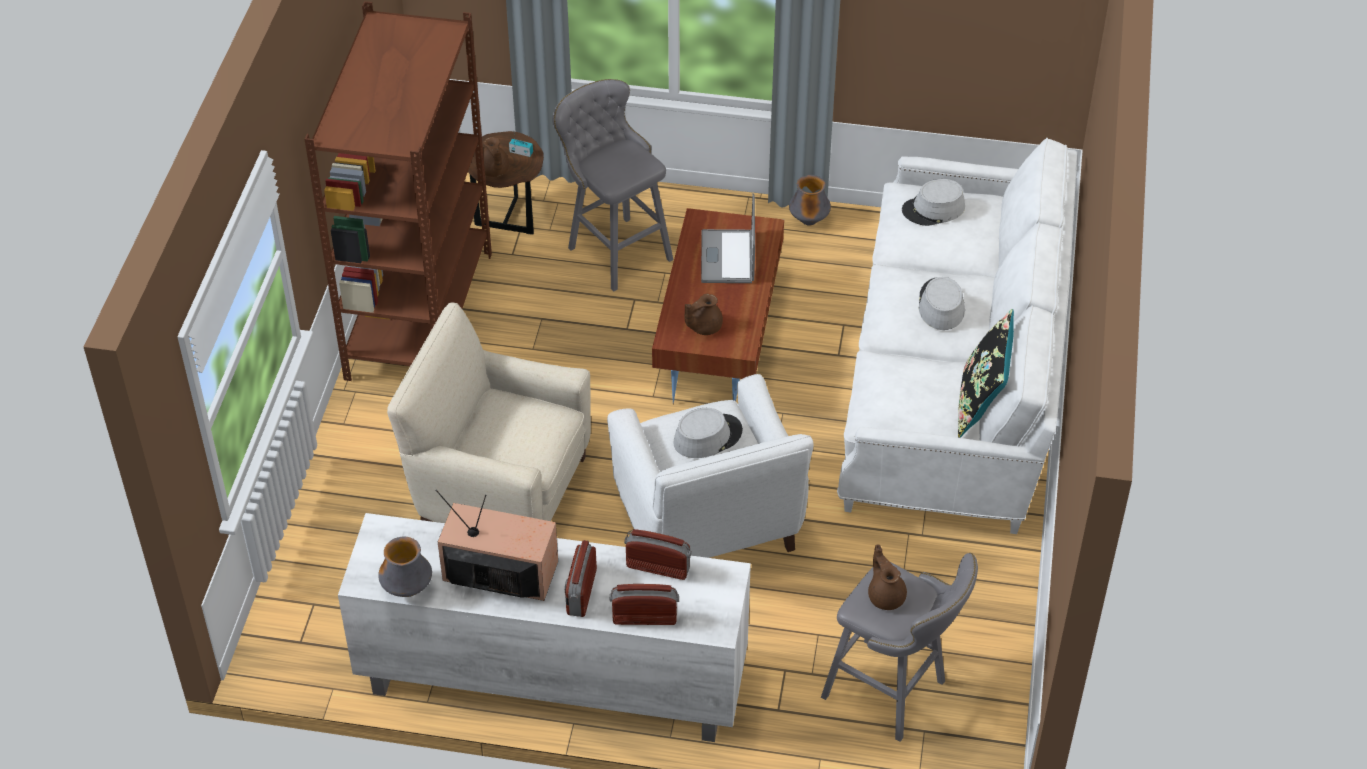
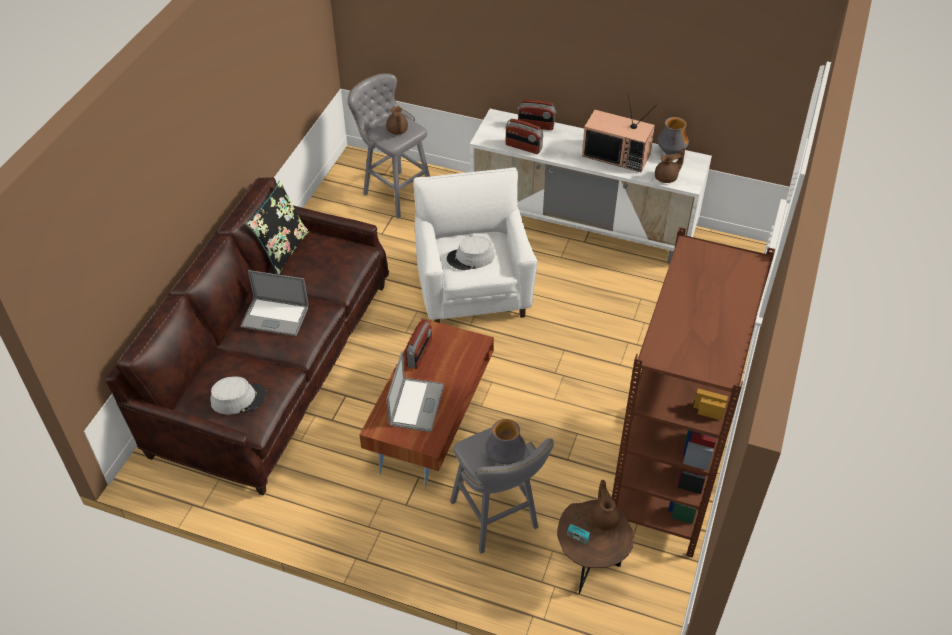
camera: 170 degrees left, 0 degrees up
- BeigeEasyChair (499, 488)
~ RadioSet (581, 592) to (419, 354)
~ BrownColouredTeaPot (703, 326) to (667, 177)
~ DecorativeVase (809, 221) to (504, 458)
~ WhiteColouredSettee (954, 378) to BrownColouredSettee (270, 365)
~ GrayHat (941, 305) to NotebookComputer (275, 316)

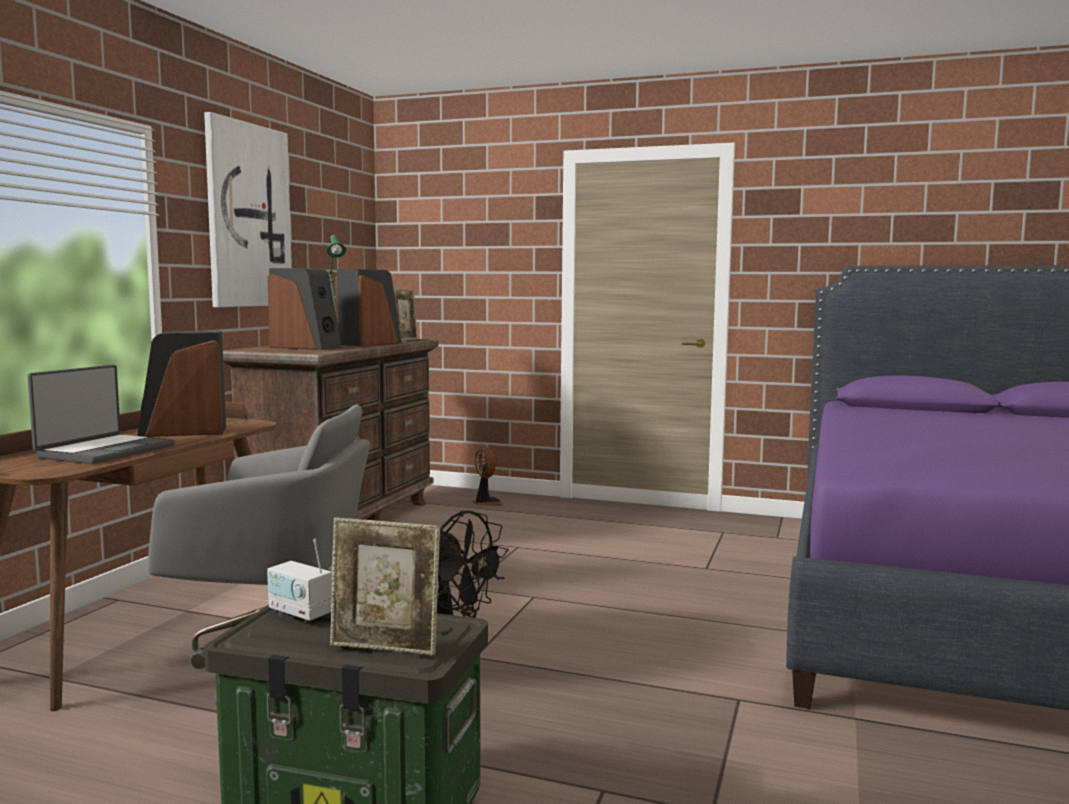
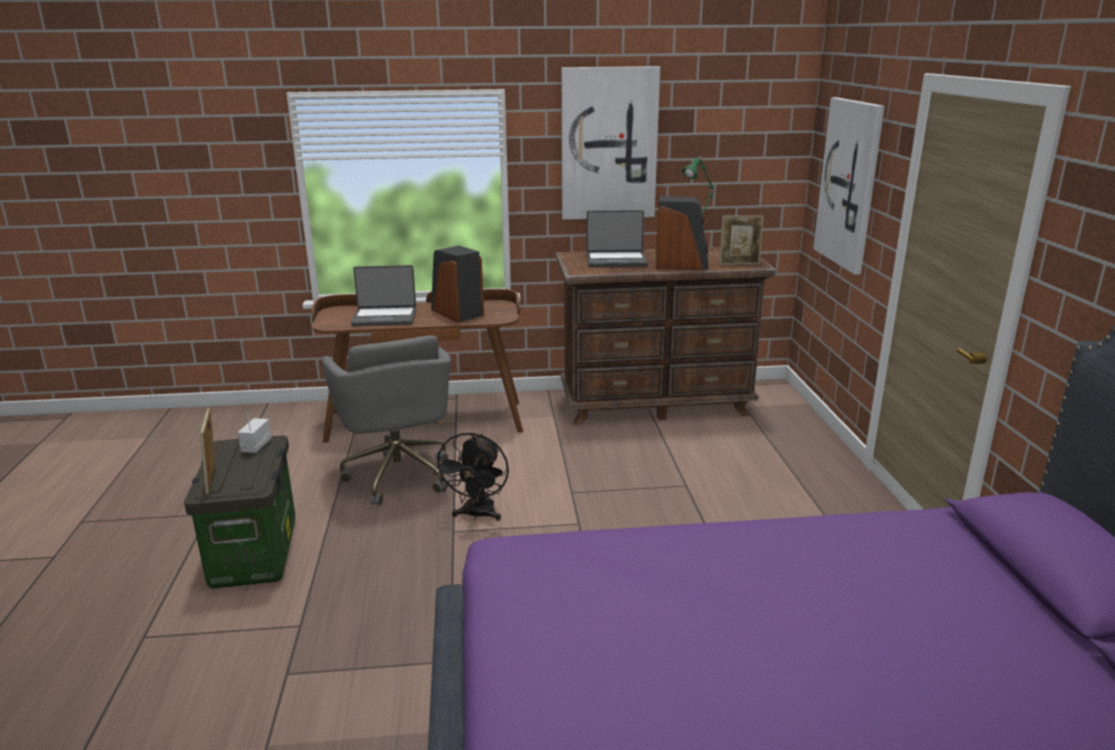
camera: 65 degrees right, 15 degrees up
~ AudioSpeaker (306, 347) to NotebookComputer (616, 260)
- CoolingFan (486, 503)
+ Picture (849, 184)

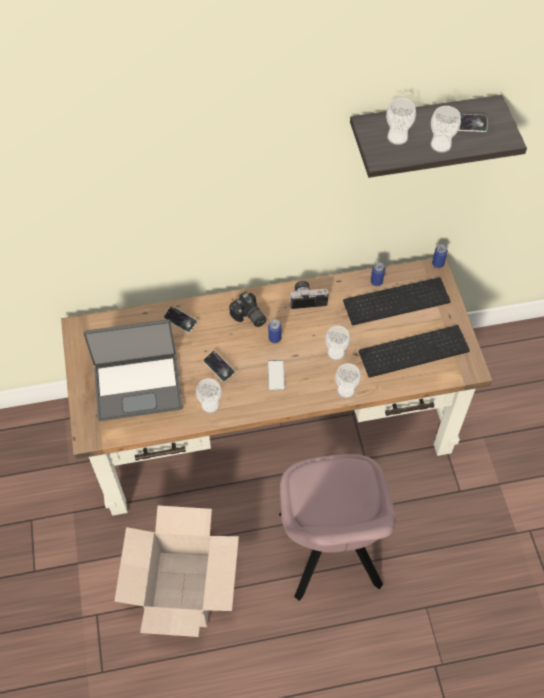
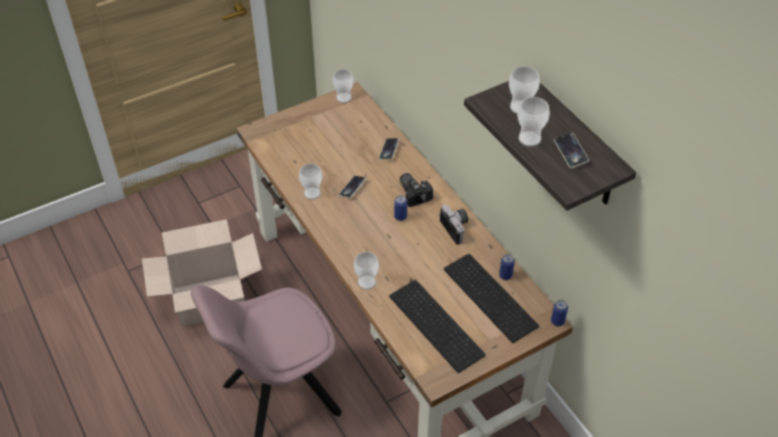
camera: 70 degrees right, 10 degrees down
- NotebookComputer (138, 386)
~ StillCamera (248, 317) = (415, 193) 120 degrees clockwise
- Telephone (276, 375)
~ DrinkingCup (336, 353) to (344, 98)

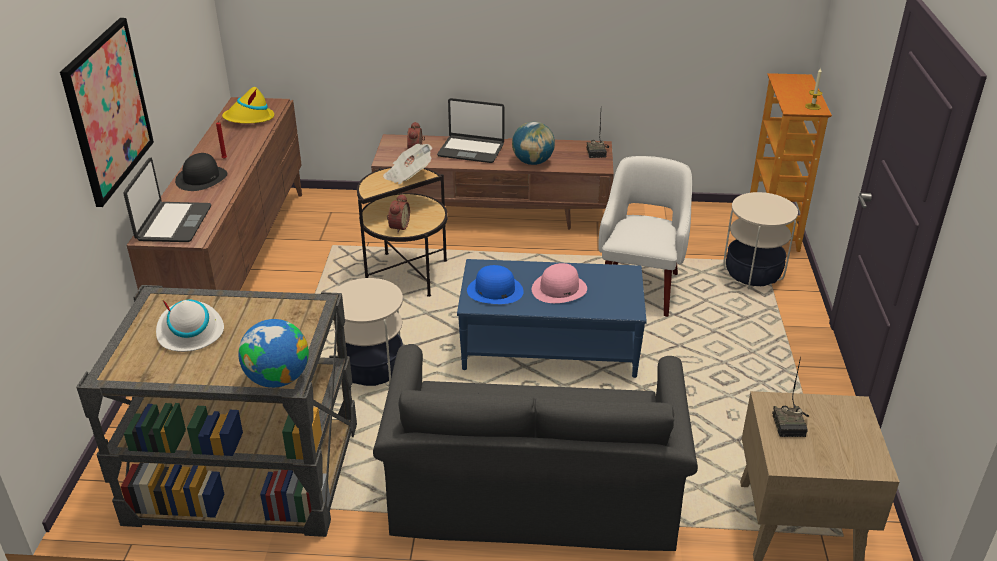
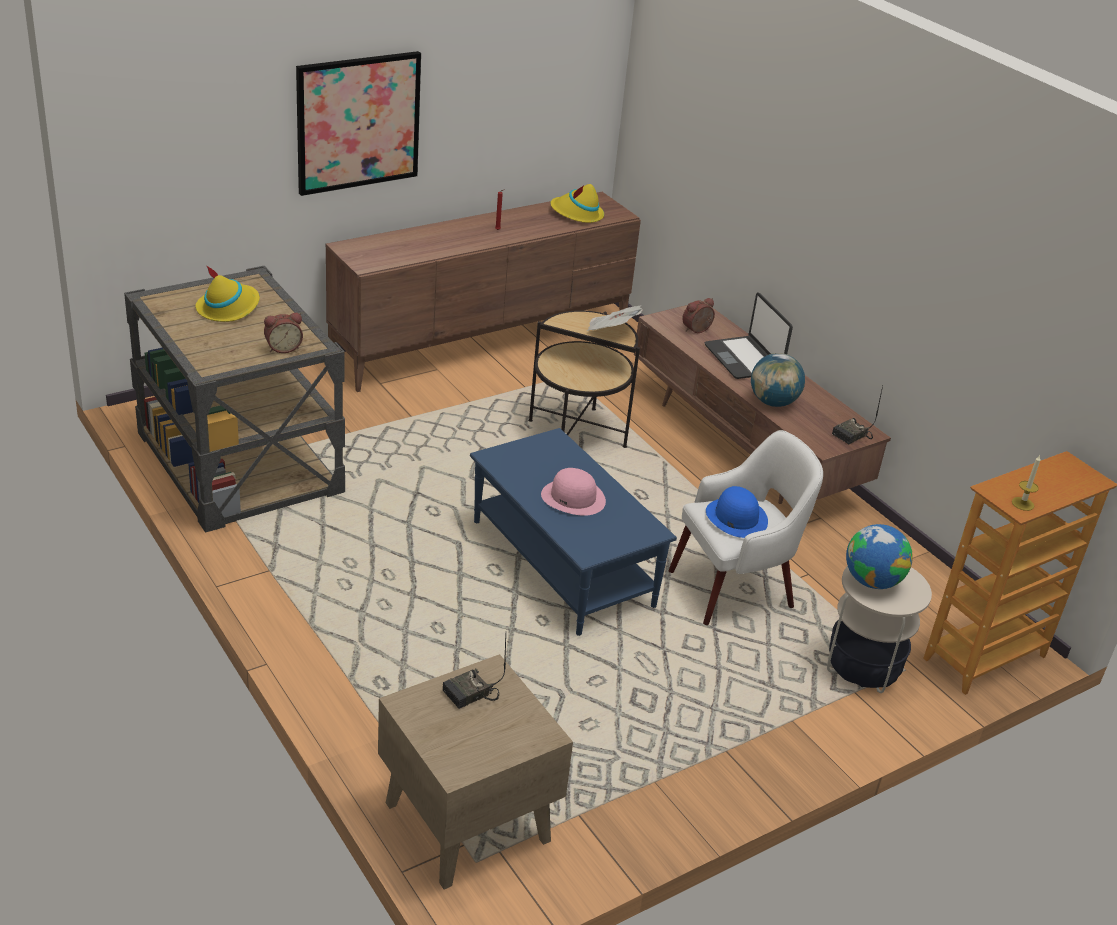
camera: 50 degrees right, 0 degrees up
- NotebookComputer (173, 223)
~ WhiteColouredHat (190, 331) to YellowishHat (228, 308)
- BlackHat (201, 178)
~ DeskGlobe (277, 379) to (872, 581)
- BeigeEndTable (372, 371)
- GraySettee (534, 491)
~ AlarmClock (398, 227) to (283, 348)
~ BlueHat (494, 290) to (736, 517)

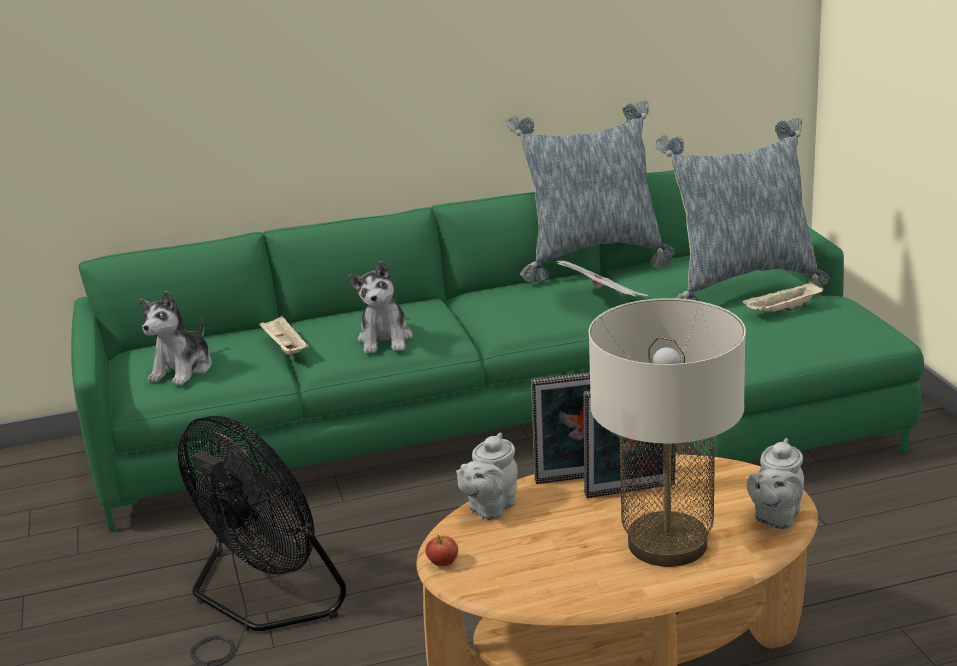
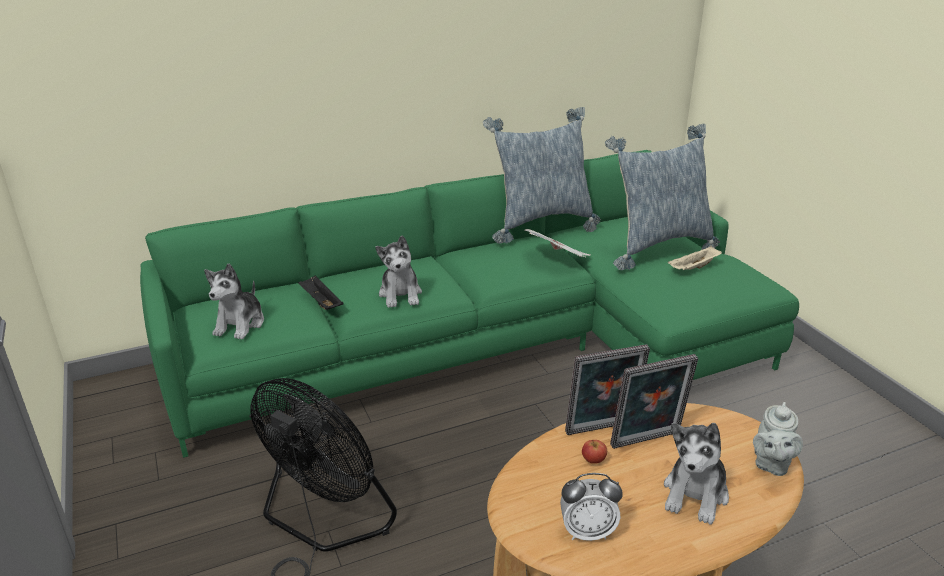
camera: 10 degrees left, 5 degrees up
~ BeigeCarryingTray (284, 348) to BlackCarryingTray (320, 302)
~ WholeApple (443, 563) to (593, 460)
- GrayTeaPot (490, 508)
~ TabletopLamp (667, 544) to SoftToy (695, 494)
+ AlarmClock (587, 532)

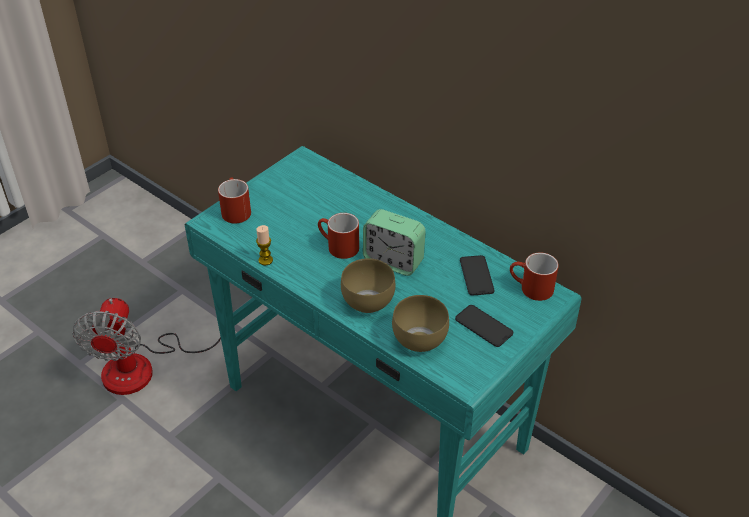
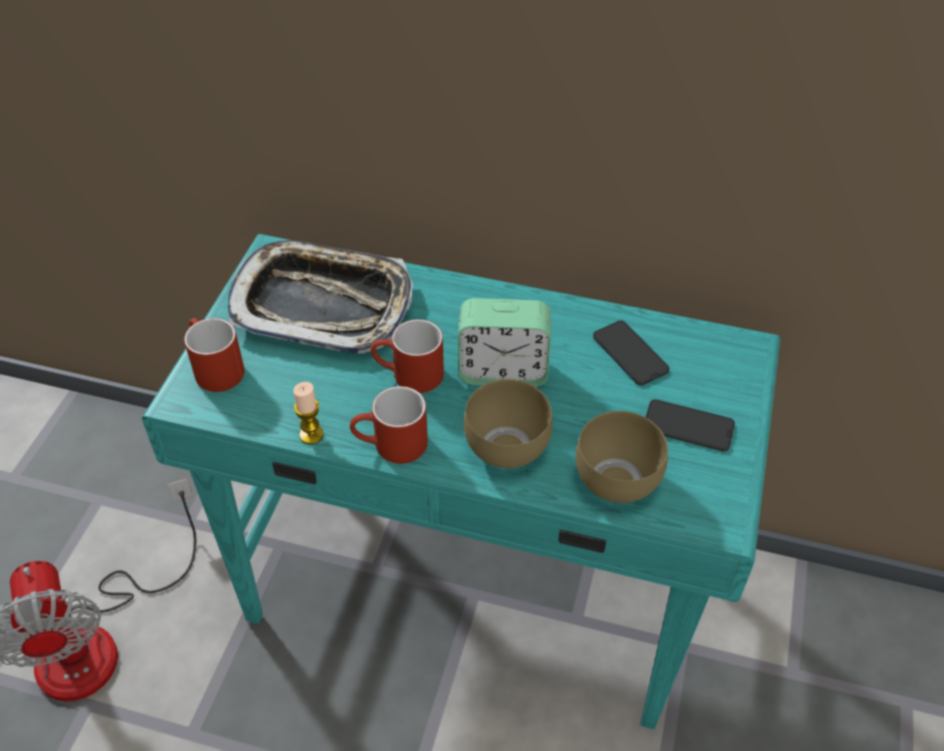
camera: 25 degrees left, 5 degrees up
~ RedColouredMug (530, 289) to (391, 446)
+ CarryingTray (322, 305)

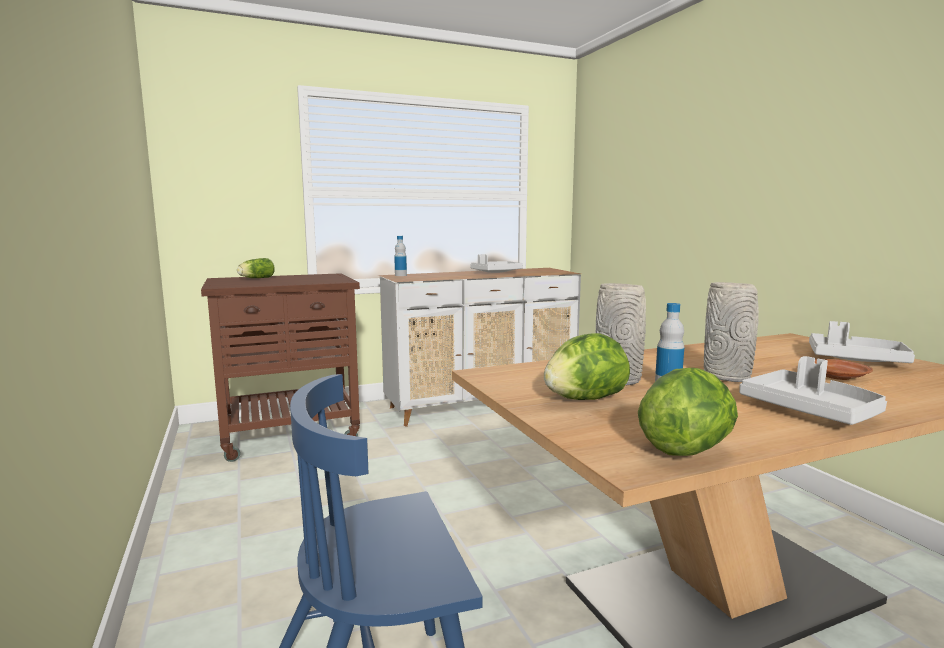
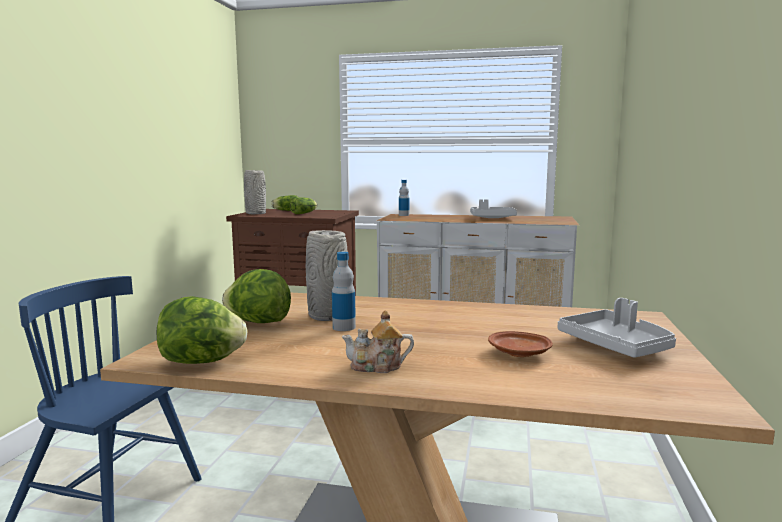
camera: 35 degrees right, 0 degrees up
~ GrayDecorativeVase (728, 377) to (255, 213)
~ GrayCarryingTray (810, 411) to TeaPot (377, 366)
+ Lettuce (304, 213)

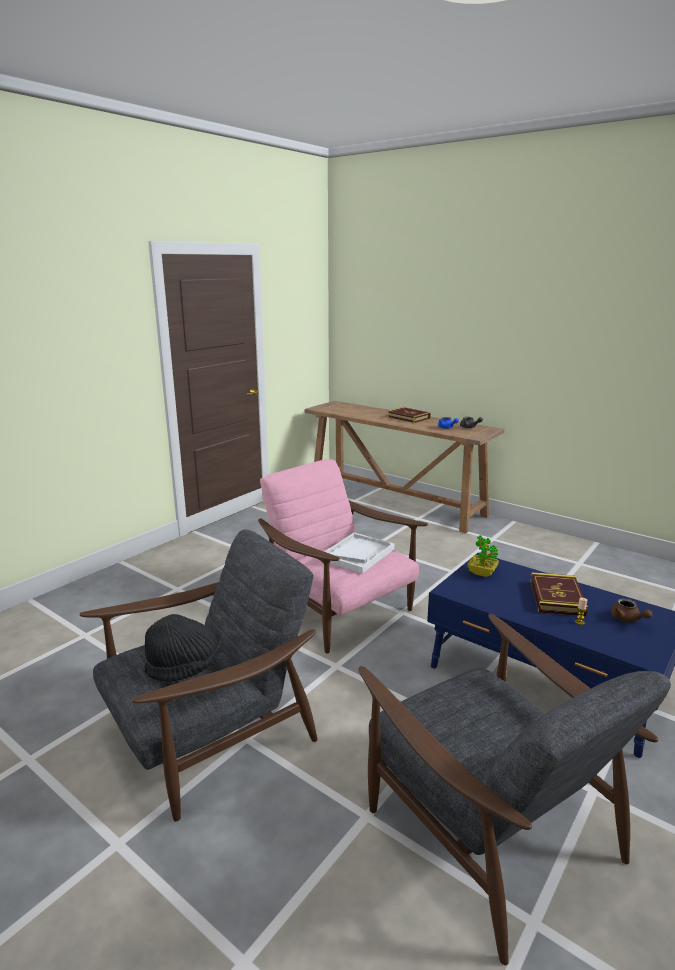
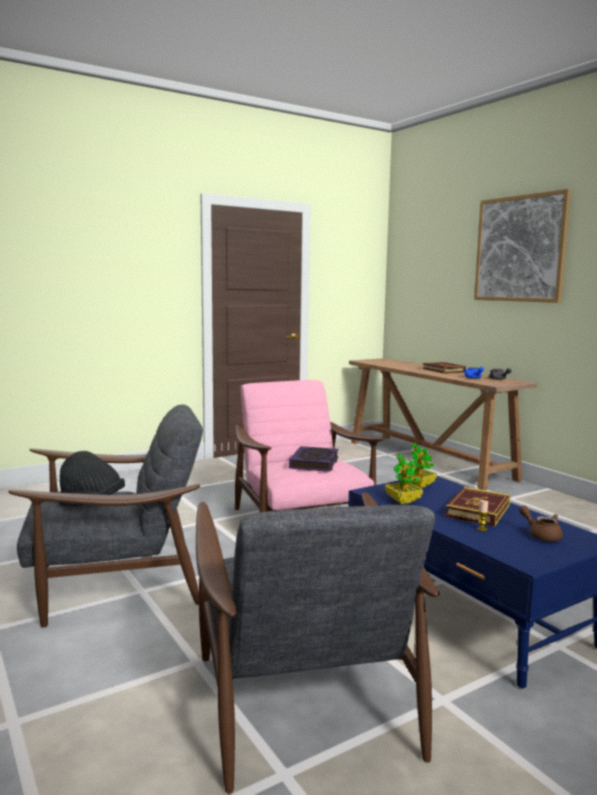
camera: 20 degrees right, 10 degrees down
~ WhiteColouredCarryingTray (357, 554) to Volume (314, 463)
~ BrownColouredTeaPot (627, 619) = (541, 535) 150 degrees clockwise
+ Houseplant (403, 501)
+ Picture (520, 249)

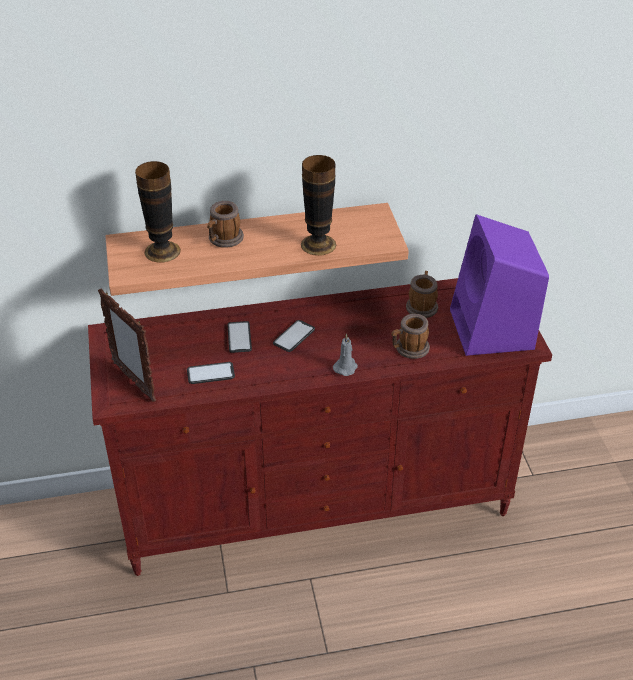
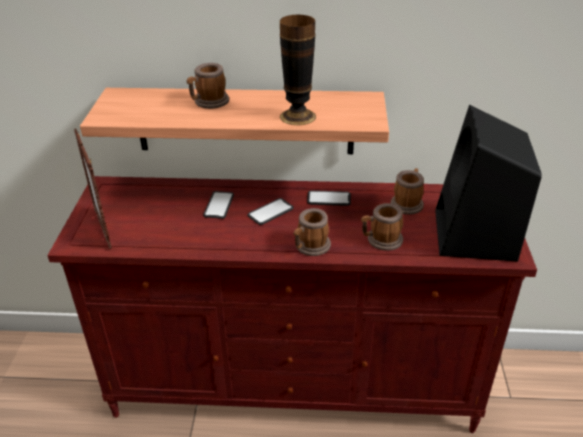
camera: 15 degrees right, 5 degrees down
- DecorativeVase (162, 251)
~ Telephone (210, 373) to (329, 199)
~ GrayWaxCandle (346, 367) to Mug (310, 247)
~ PurpleAudioSpeaker (492, 330) to BlackAudioSpeaker (475, 236)

